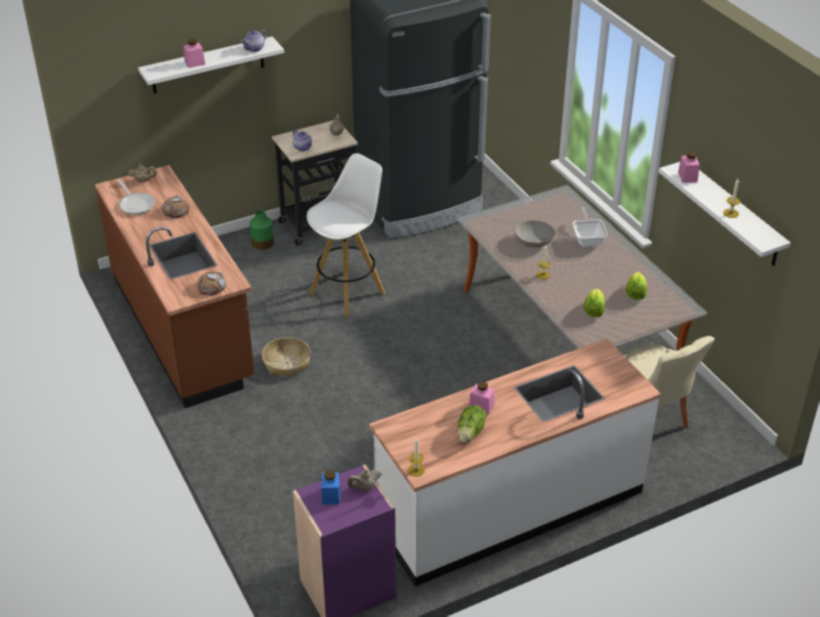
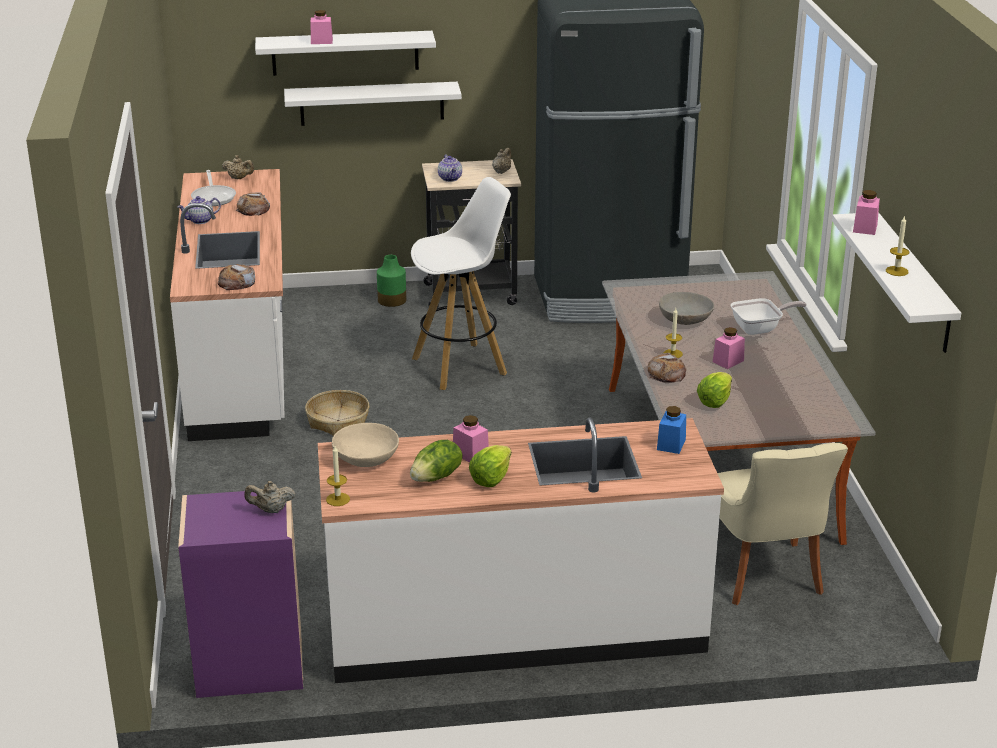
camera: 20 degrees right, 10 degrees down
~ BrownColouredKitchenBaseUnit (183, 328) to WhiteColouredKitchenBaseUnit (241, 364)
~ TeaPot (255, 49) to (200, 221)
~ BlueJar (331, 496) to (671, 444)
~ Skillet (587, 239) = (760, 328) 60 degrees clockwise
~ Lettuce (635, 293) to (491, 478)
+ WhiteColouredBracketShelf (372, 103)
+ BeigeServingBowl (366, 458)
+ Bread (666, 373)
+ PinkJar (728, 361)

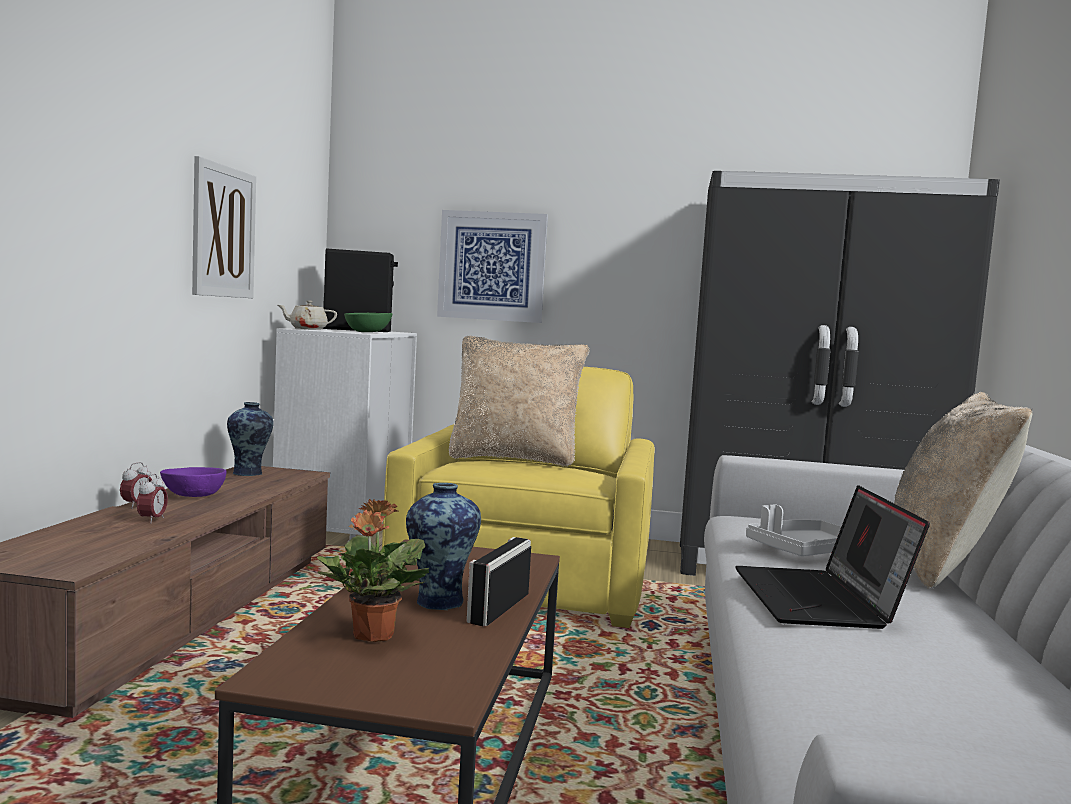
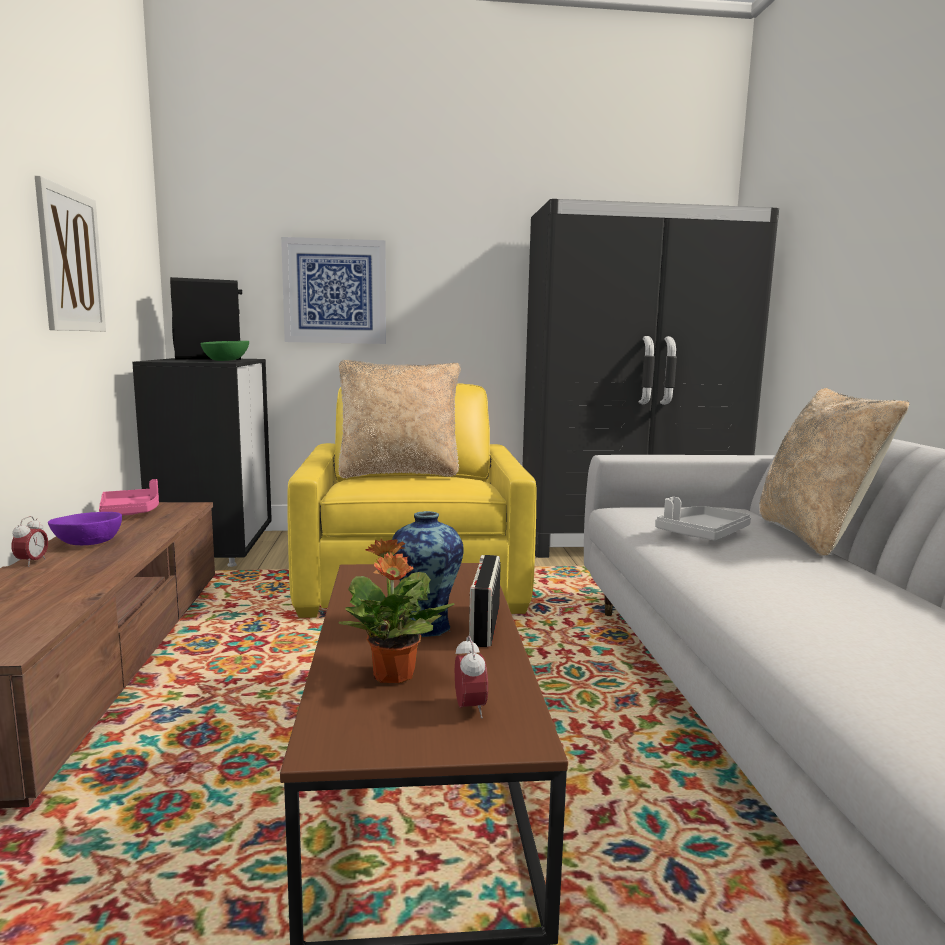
camera: 15 degrees left, 5 degrees up
~ AlarmClock (152, 520) to (470, 709)
~ DecorativeVase (249, 473) to PinkCarryingTray (131, 512)
~ WhiteColouredStorageCabinet (344, 526) to BlackStorageCabinet (215, 549)
- BeigeTeaPot (307, 329)
- NotebookComputer (820, 600)

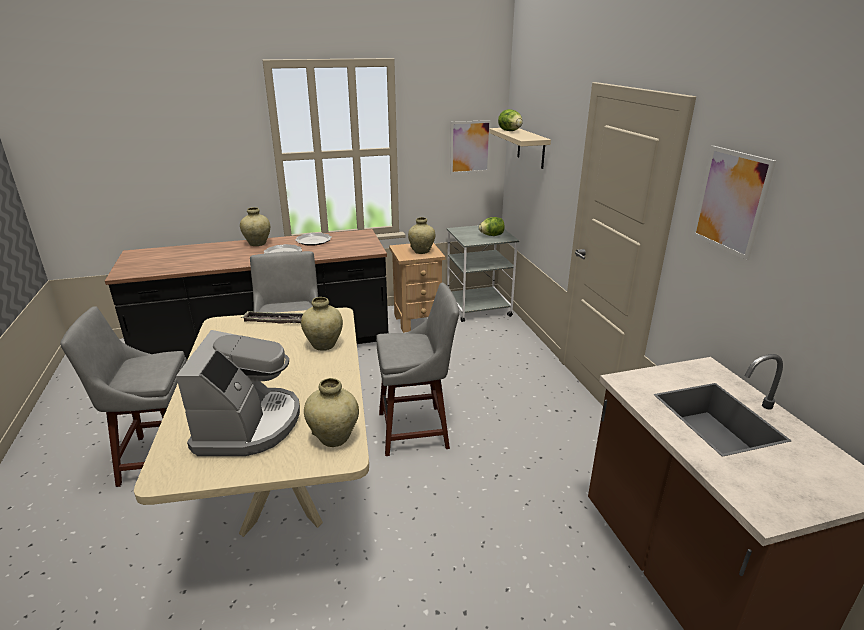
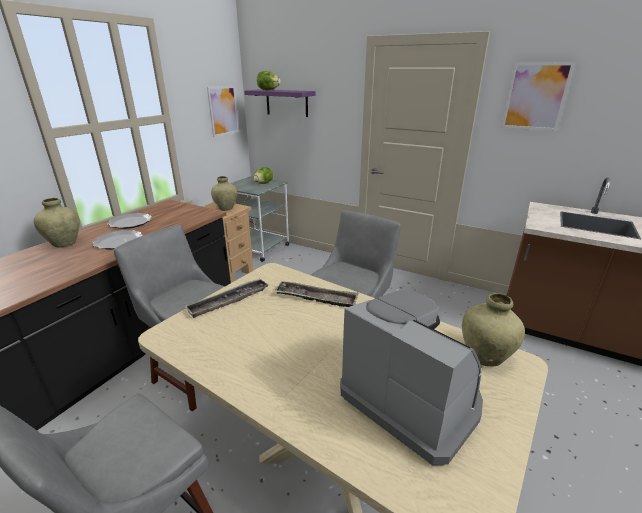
camera: 45 degrees left, 0 degrees up
~ BeigeDecorativeVase (324, 345) to CarryingTray (316, 298)
~ BeigeBracketShelf (531, 147) to PurpleBracketShelf (287, 103)

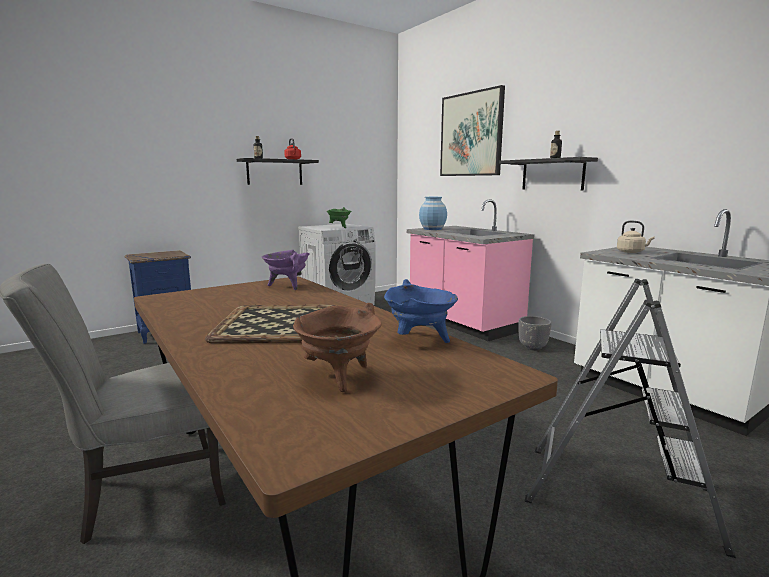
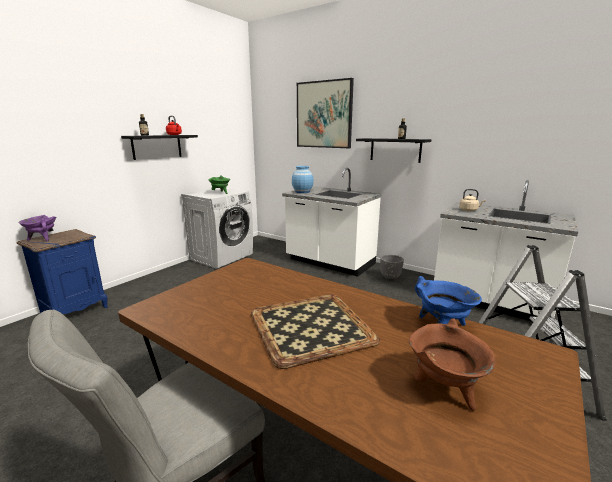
camera: 20 degrees left, 5 degrees up
~ PurpleCookingPot (287, 286) to (42, 239)
~ PinkKitchenBaseUnit (463, 323) to WhiteColouredKitchenBaseUnit (330, 262)

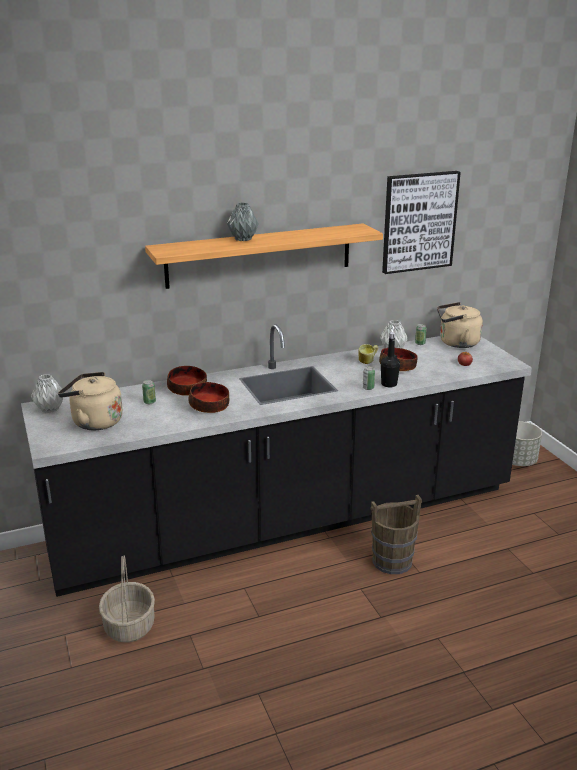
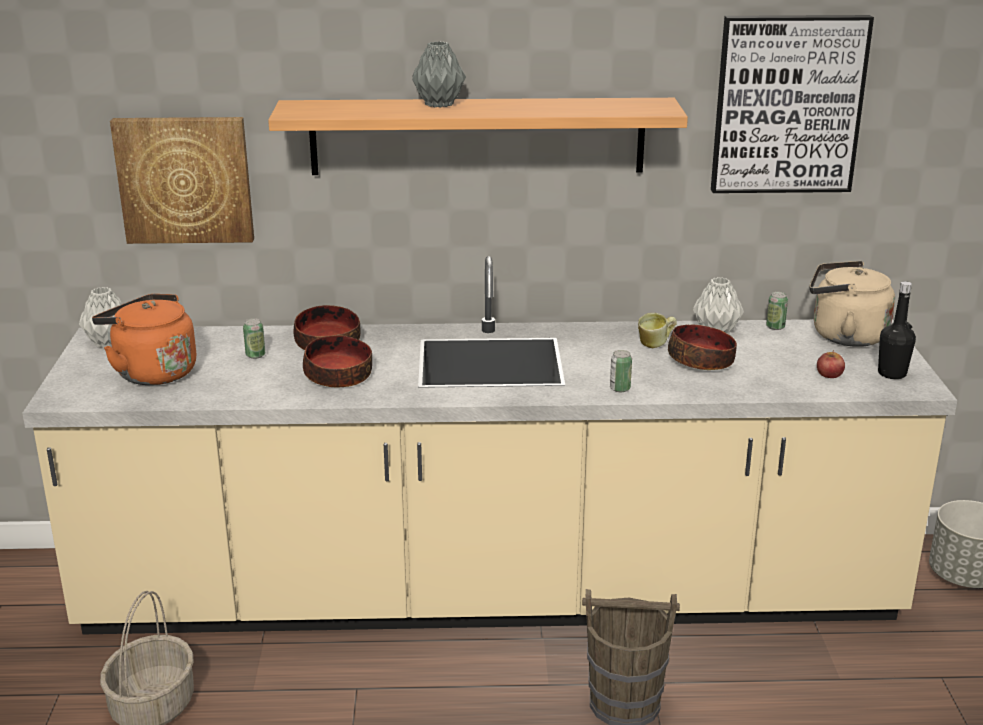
camera: 20 degrees right, 0 degrees up
~ BlackKitchenBaseUnit (288, 521) to BeigeKitchenBaseUnit (491, 596)
~ BeigeKettle (94, 422) to OrangeyKettle (152, 372)
~ BlackDrinkBottle (389, 384) to (892, 374)
+ Picture (185, 179)

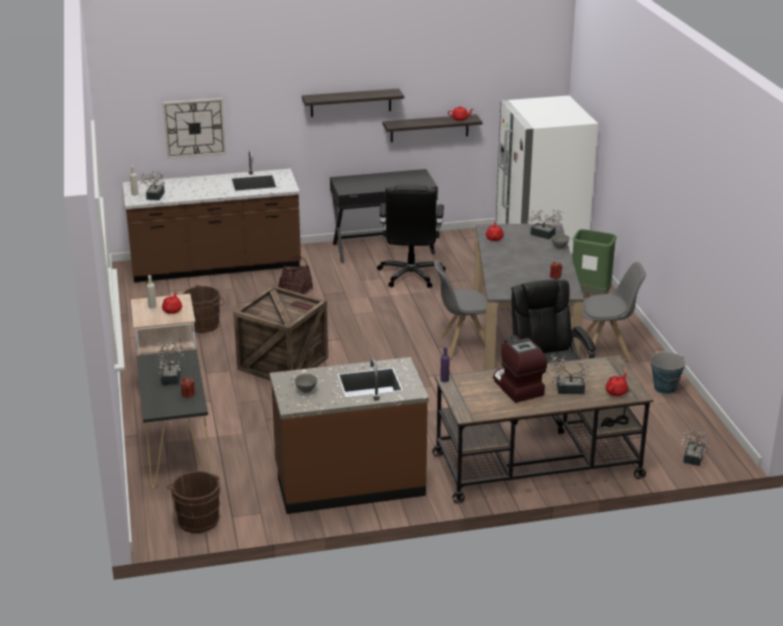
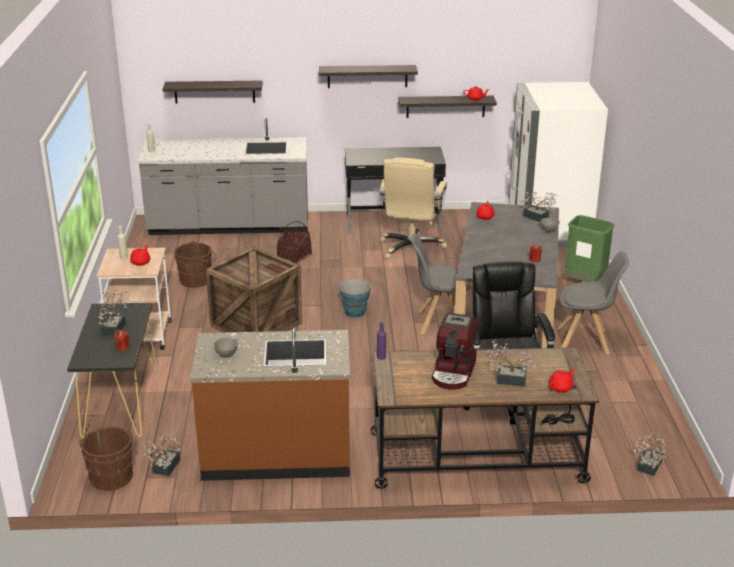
camera: 10 degrees right, 0 degrees up
~ BrownColouredKitchenBaseUnit (216, 266) to GrayKitchenBaseUnit (229, 226)
~ Houseplant (154, 197) to (164, 468)
~ ClockOnTheWall (194, 128) to BracketShelf (214, 91)
~ BlackComputerChair (411, 274) to BeigeComputerChair (411, 248)
~ CoffeeMaker (516, 387) = (454, 372) 150 degrees counterclockwise
~ WaterBucket (665, 388) to (355, 312)

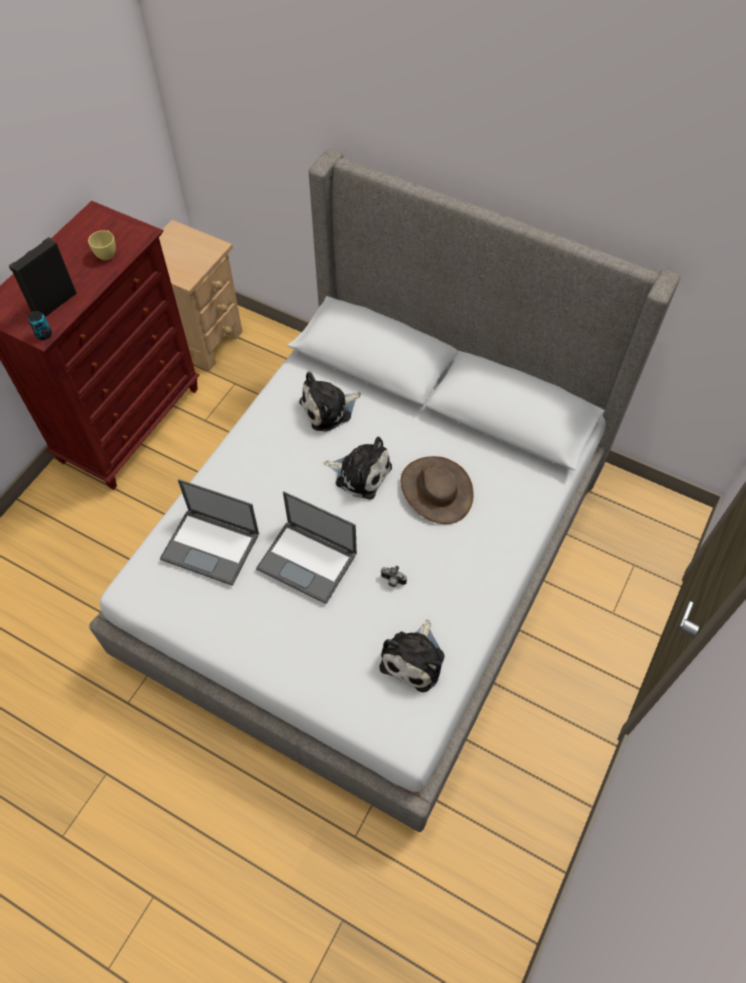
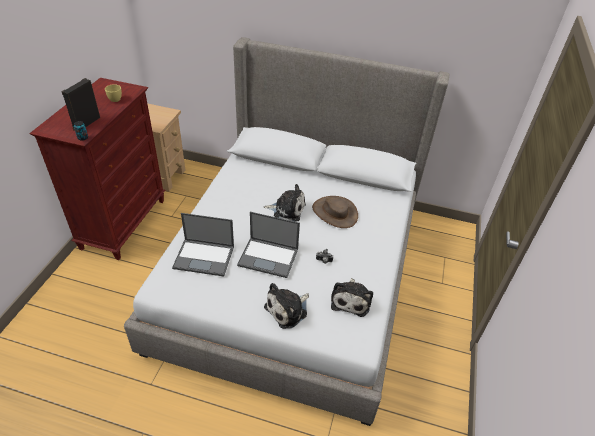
camera: 15 degrees left, 15 degrees down
~ SoftToy (329, 409) to (288, 310)

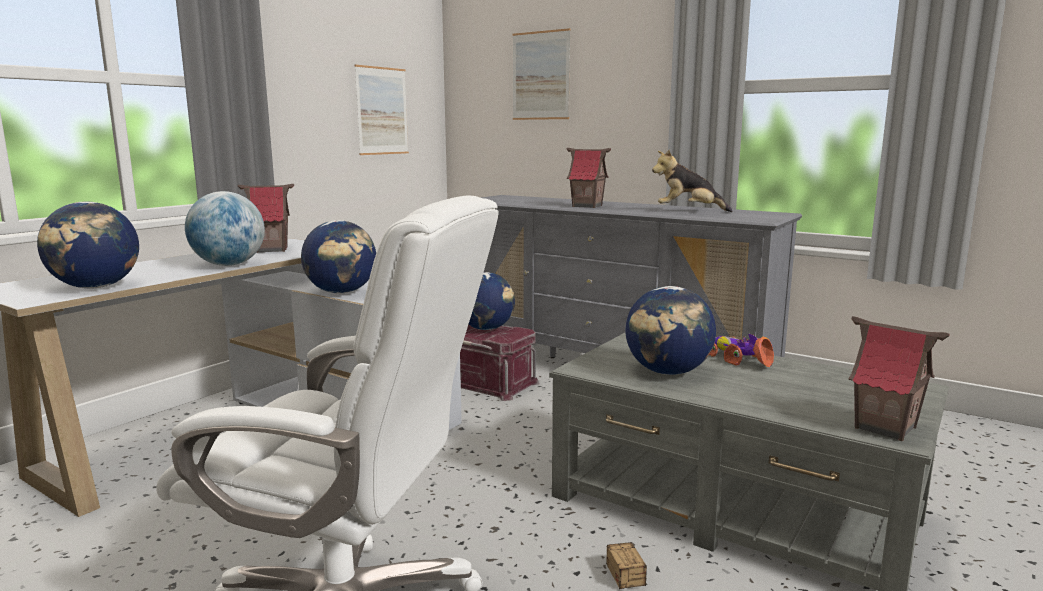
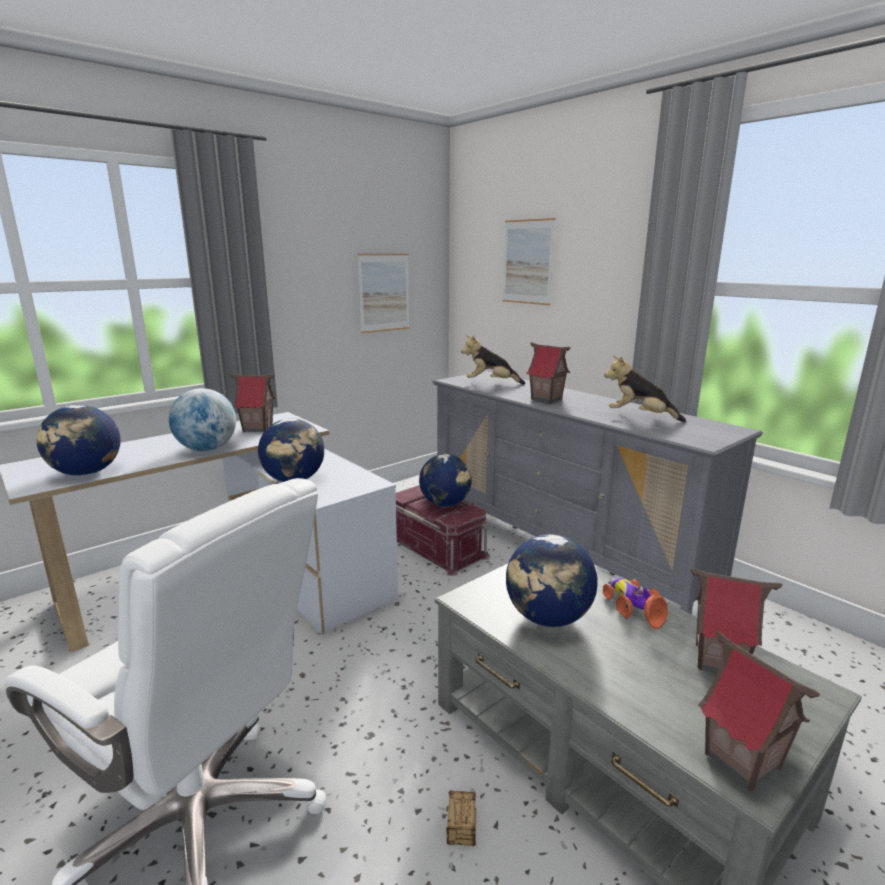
camera: 15 degrees right, 5 degrees up
+ SoftToy (491, 383)
+ MiniatureHouse (718, 660)

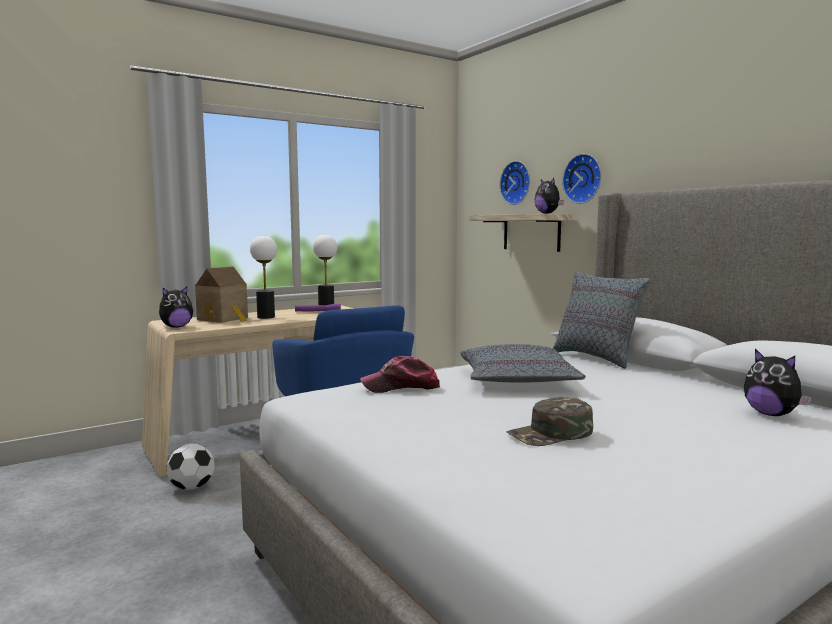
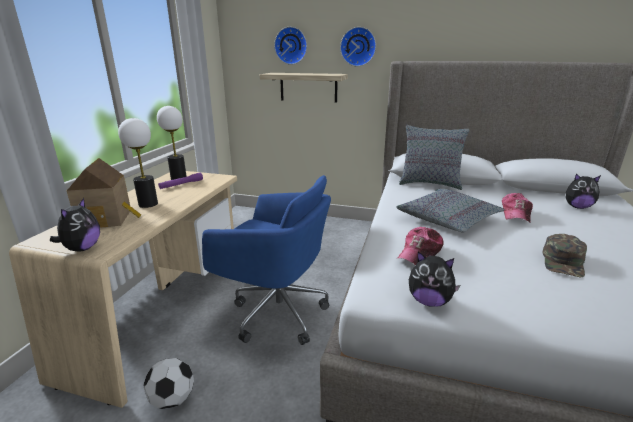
camera: 40 degrees left, 15 degrees up
~ SoftToy (548, 213) to (429, 301)
+ PeakedCap (516, 214)

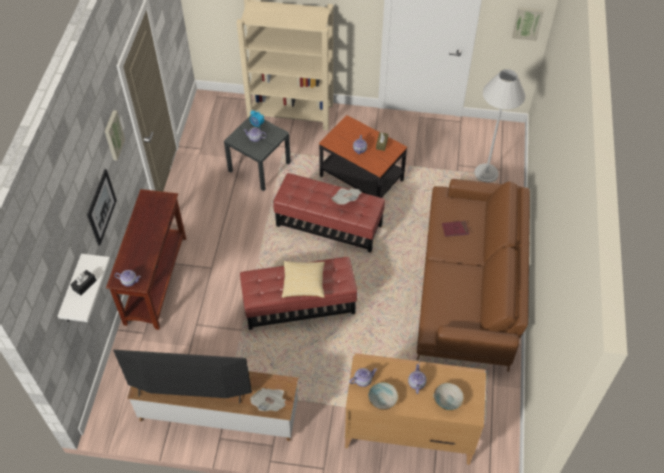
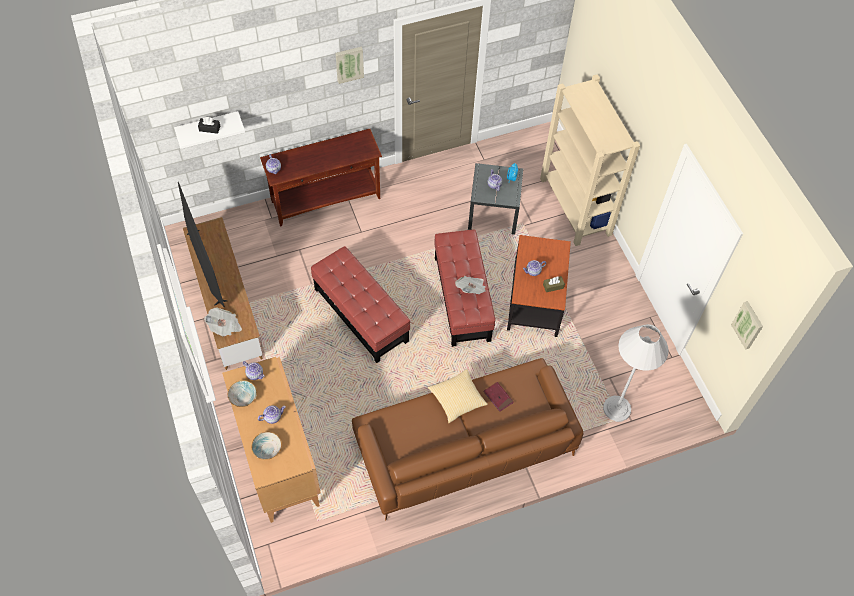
camera: 60 degrees right, 5 degrees up
- Picture (101, 207)
~ Pillow (303, 284) to (457, 399)

